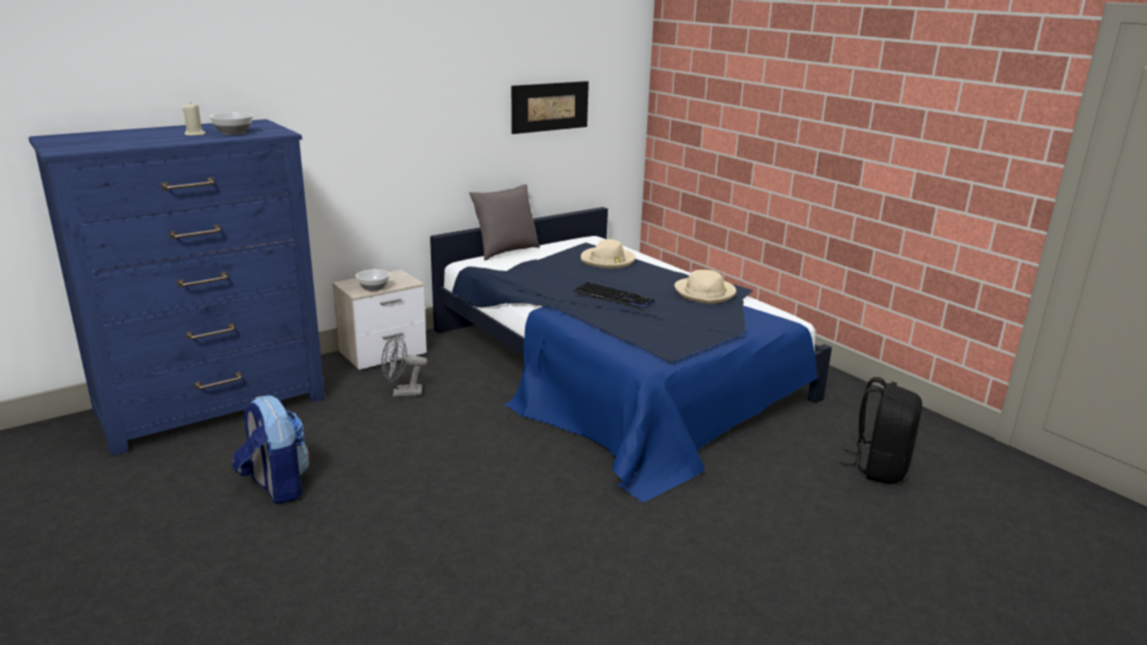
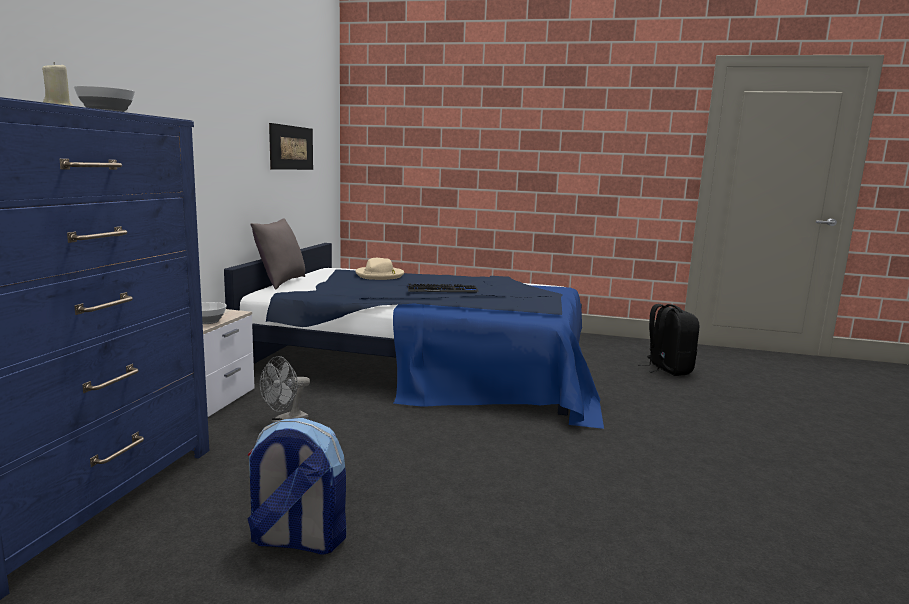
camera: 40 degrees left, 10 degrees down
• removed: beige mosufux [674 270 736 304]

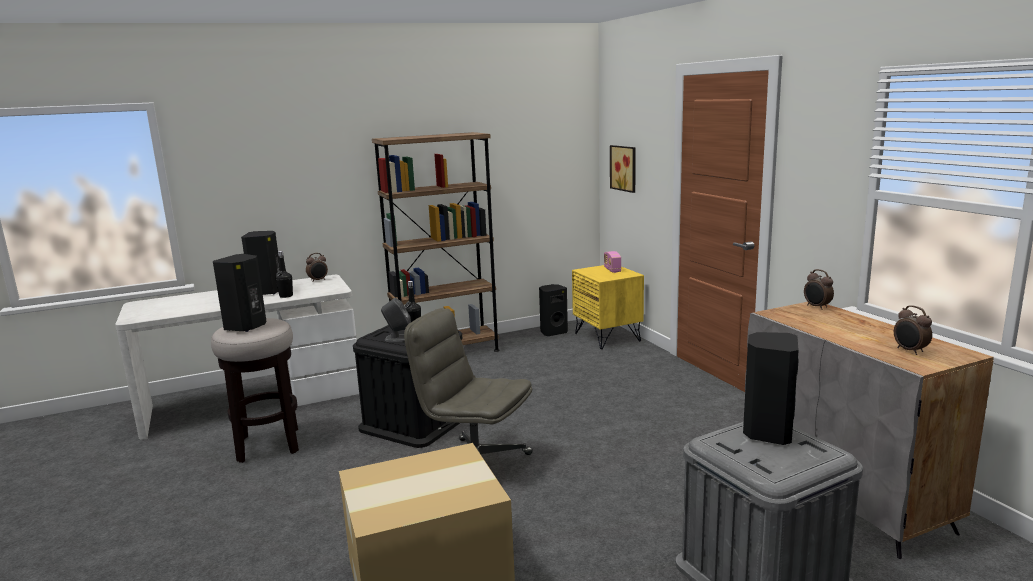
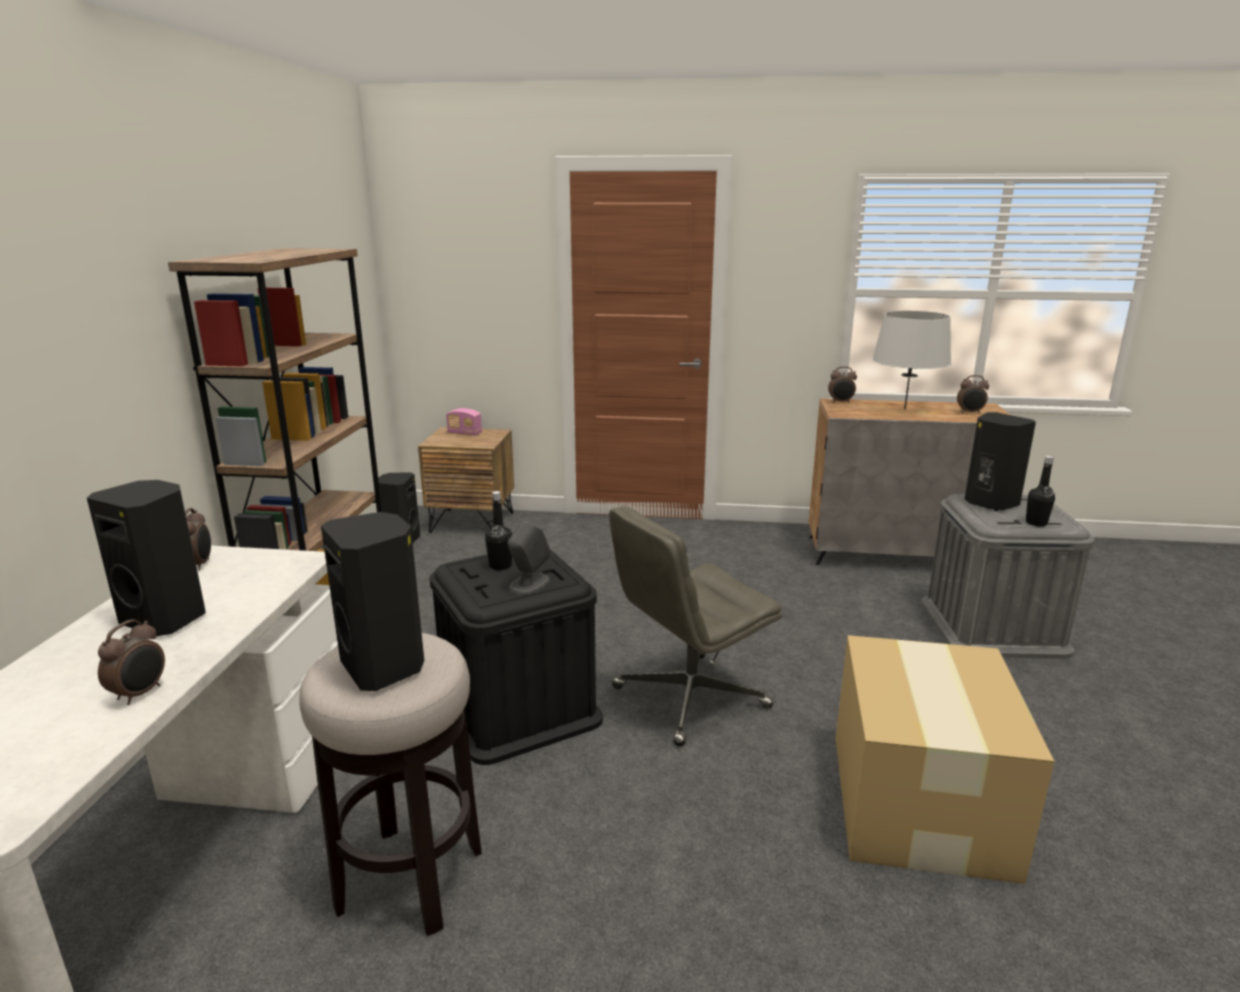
camera: 60 degrees left, 5 degrees up
• added: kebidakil [98 619 165 705]
• recoloured: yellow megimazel [572 265 644 349] to brown megimazel [418 427 514 533]
• added: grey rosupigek [872 311 951 410]
• moved: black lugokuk [276 251 293 298] to [1026 456 1055 527]
• removed: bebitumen [610 145 636 193]

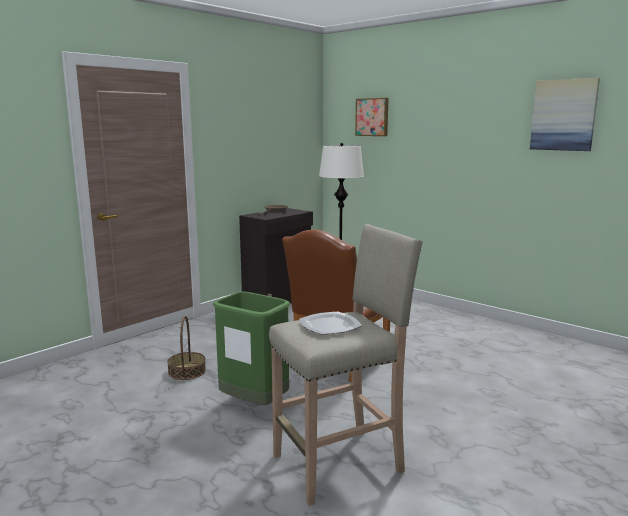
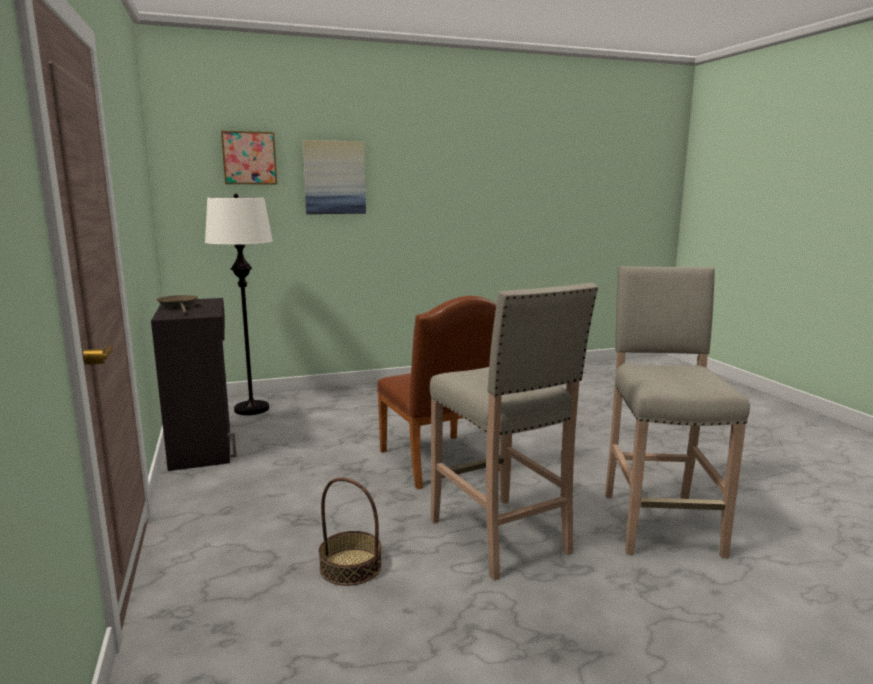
camera: 60 degrees left, 0 degrees up
• moved: bebitumen [530 78 600 151] to [303 140 366 214]
• replaced: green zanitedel [213 291 290 405] to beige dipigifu [430 283 598 581]
• removed: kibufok [299 312 362 335]

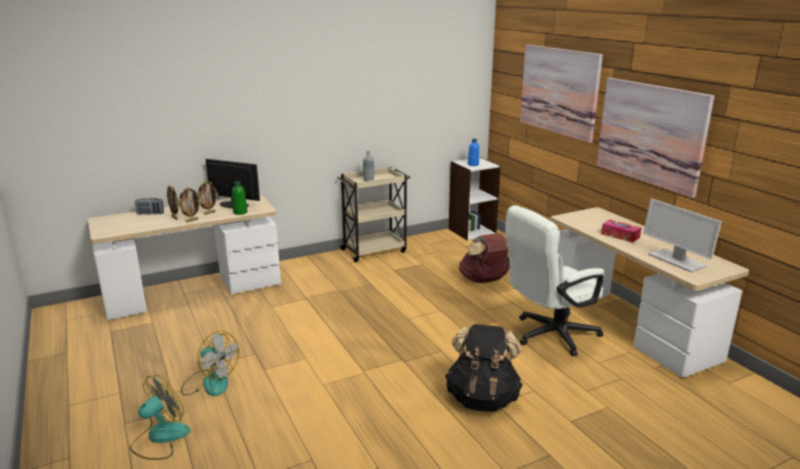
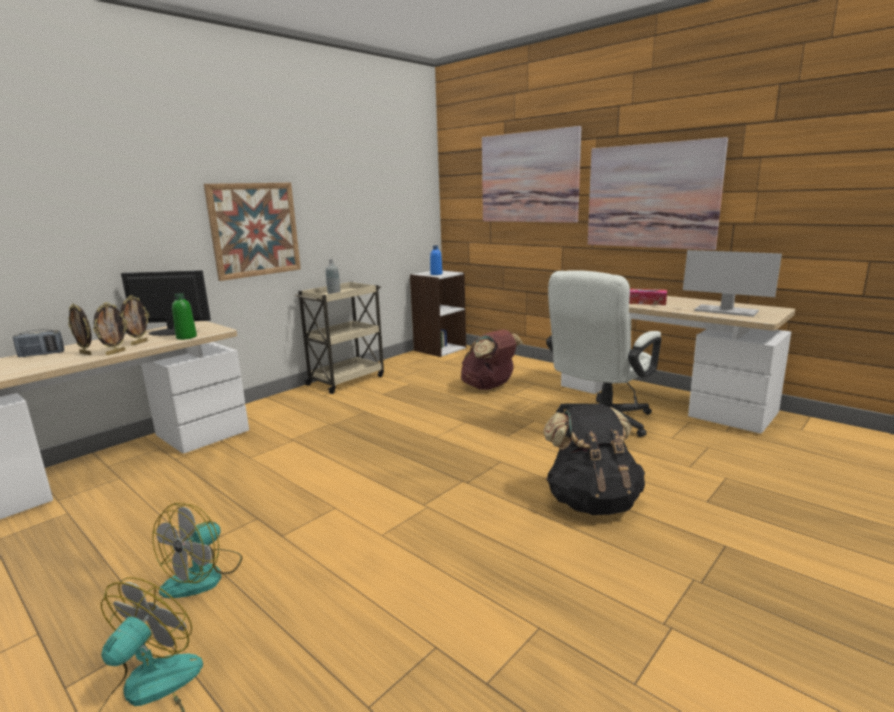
camera: 20 degrees left, 5 degrees down
• turned: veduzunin [181 330 239 396] = [152 503 242 598] 105 degrees clockwise
• added: bebitumen [204 183 301 281]

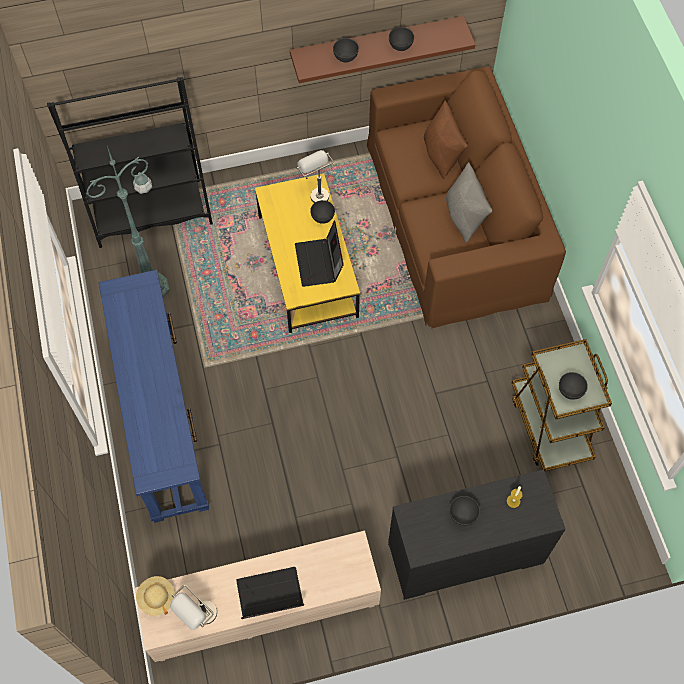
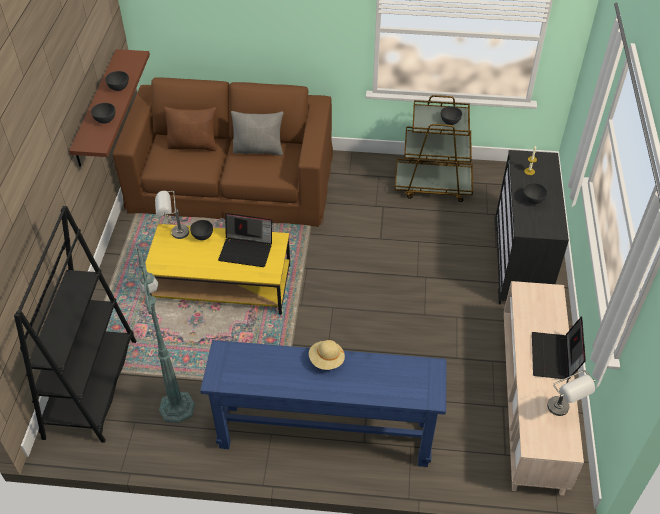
camera: 70 degrees left, 15 degrees down
• moved: beige mosufux [136 576 175 616] to [309 340 345 370]

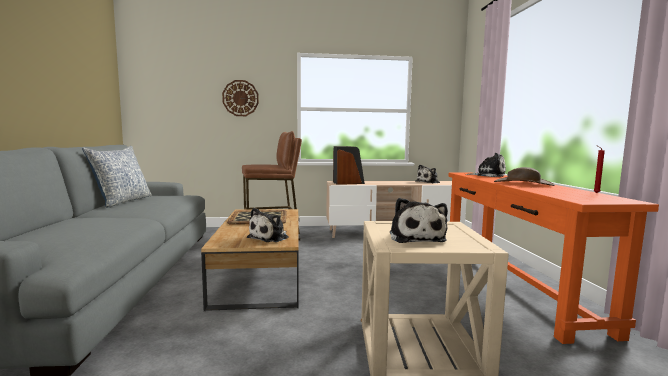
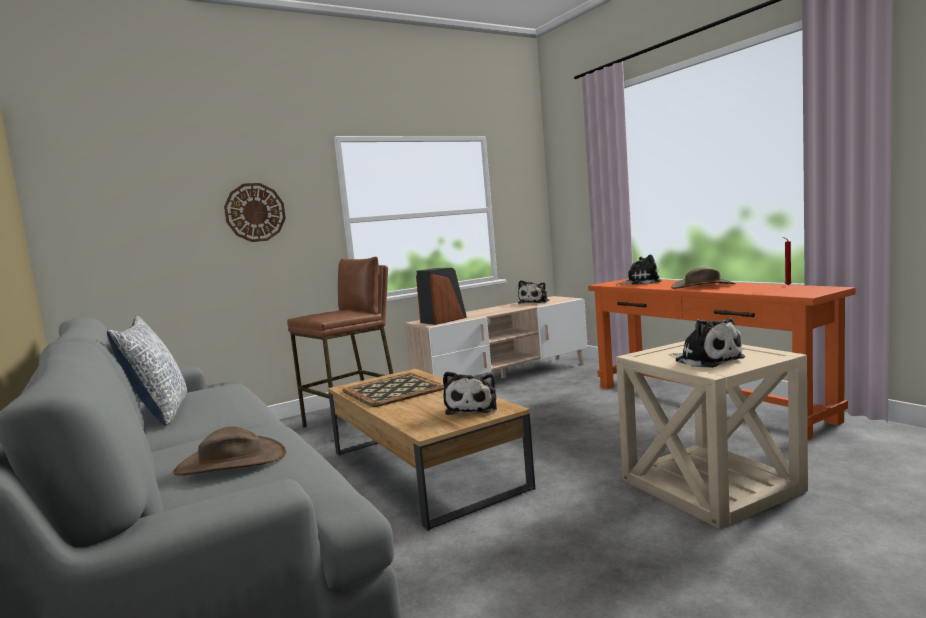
camera: 25 degrees left, 0 degrees up
• added: brown mosufux [173 426 286 475]

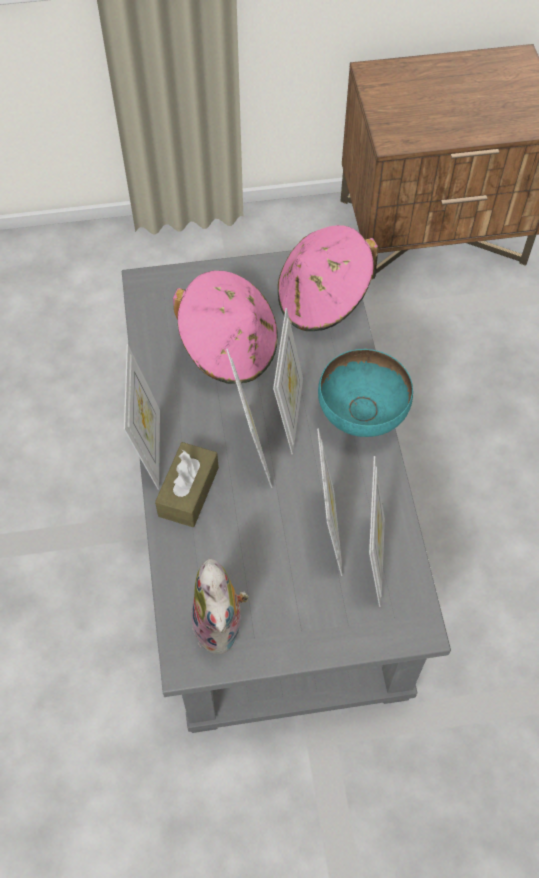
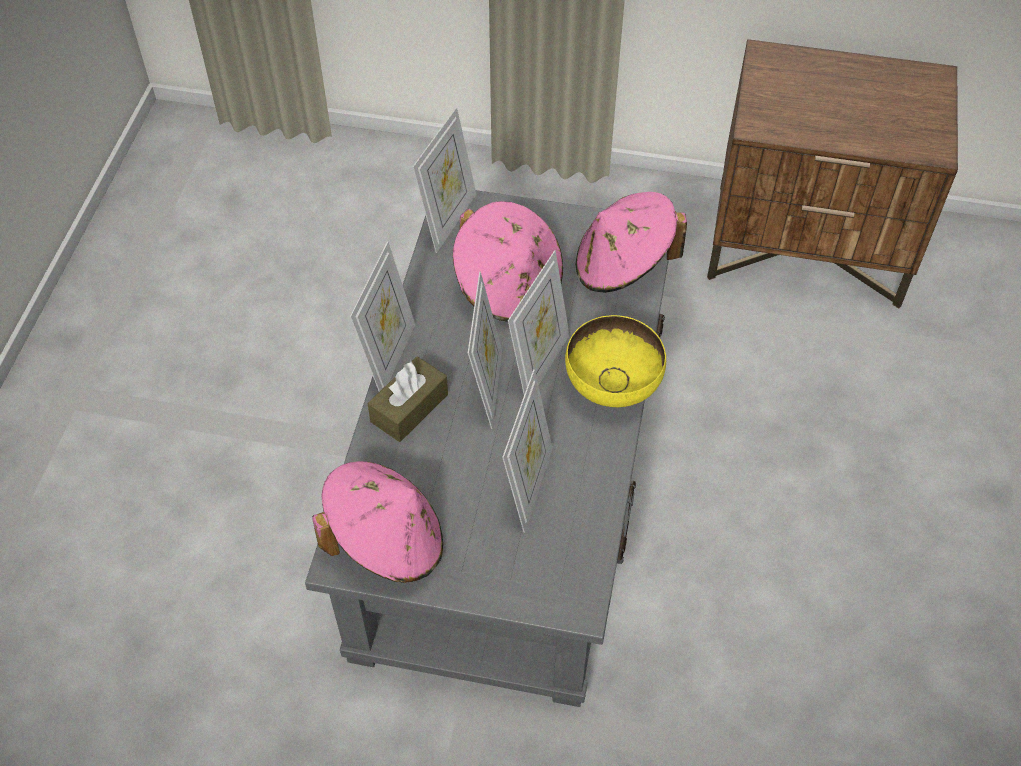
camera: 20 degrees right, 5 degrees down
• replaced: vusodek [190 559 249 654] to pink mosufux [312 461 443 583]
• moved: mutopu [369 456 385 607] to [413 107 476 253]
• recoloured: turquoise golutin [318 349 413 437] to yellow golutin [565 315 666 407]

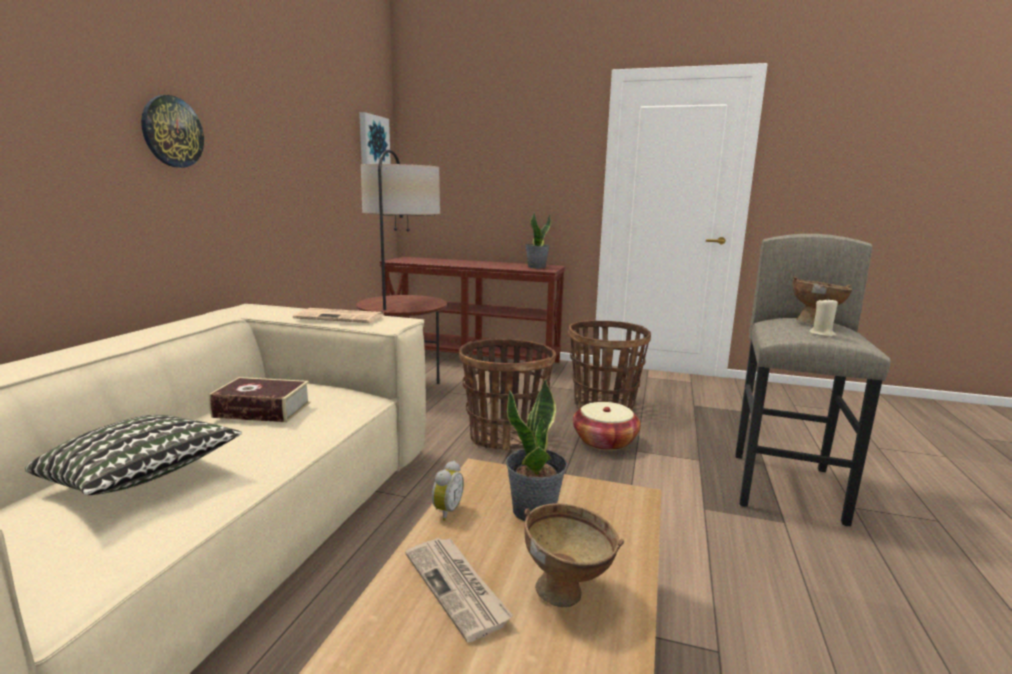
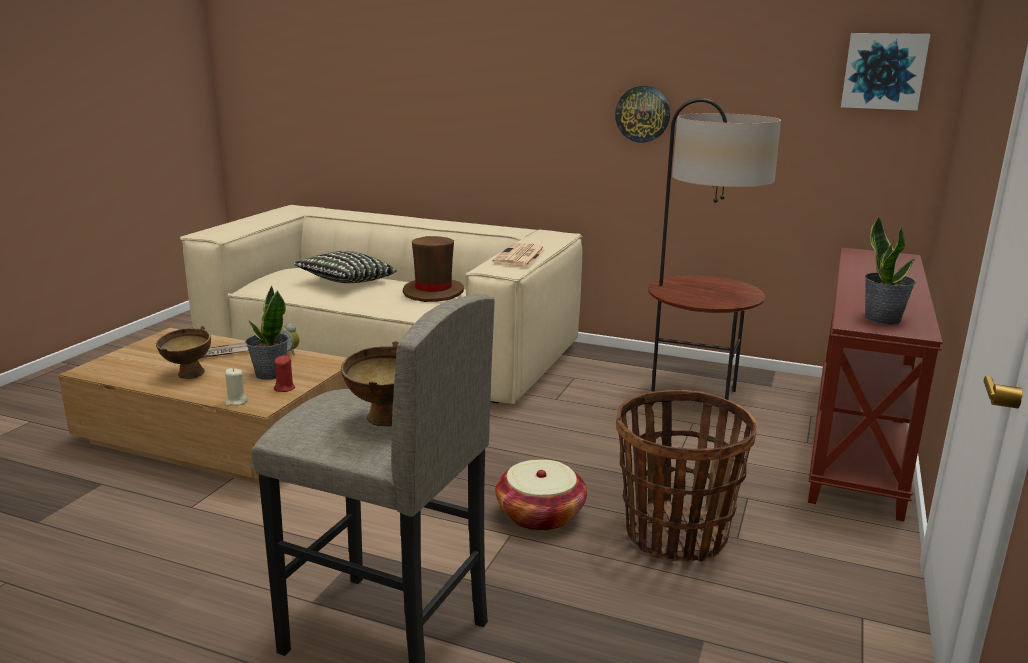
camera: 95 degrees right, 5 degrees up
• moved: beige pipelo [809 297 838 337] to [225 368 248 406]
• added: red pipelo [274 356 295 392]
• replaced: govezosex [208 377 311 422] to brown mosufux [403 236 464 302]
• moved: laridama [141 95 204 168] to [615 86 670 143]
• removed: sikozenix [459 338 556 450]

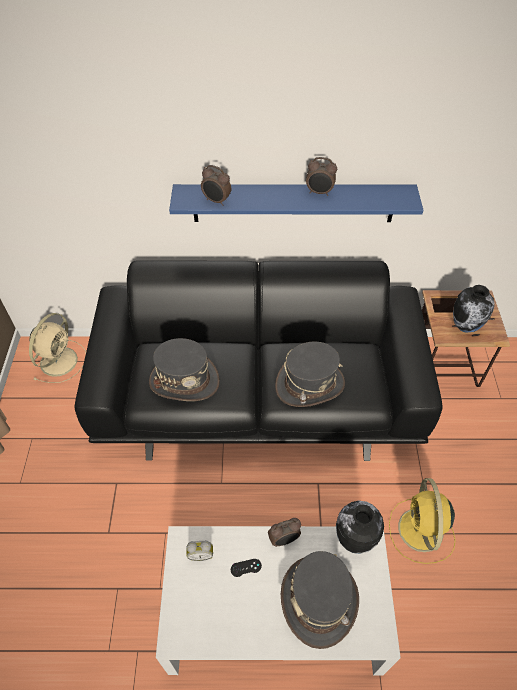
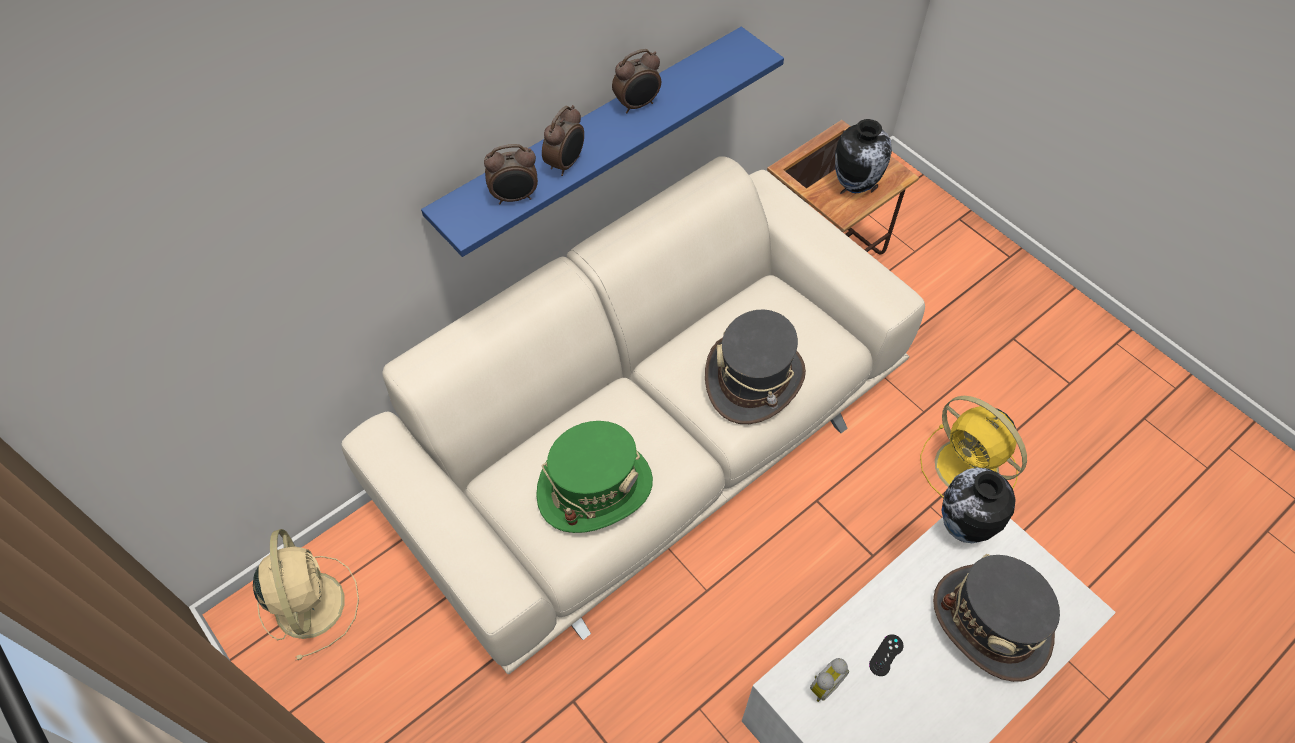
camera: 40 degrees left, 5 degrees up
• recoloured: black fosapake [75 261 443 461] to beige fosapake [341 156 925 674]
• recoloured: grey mosufux [149 338 220 401] to green mosufux [536 421 653 533]
• moved: kebidakil [268 518 301 547] to [542 105 584 176]

